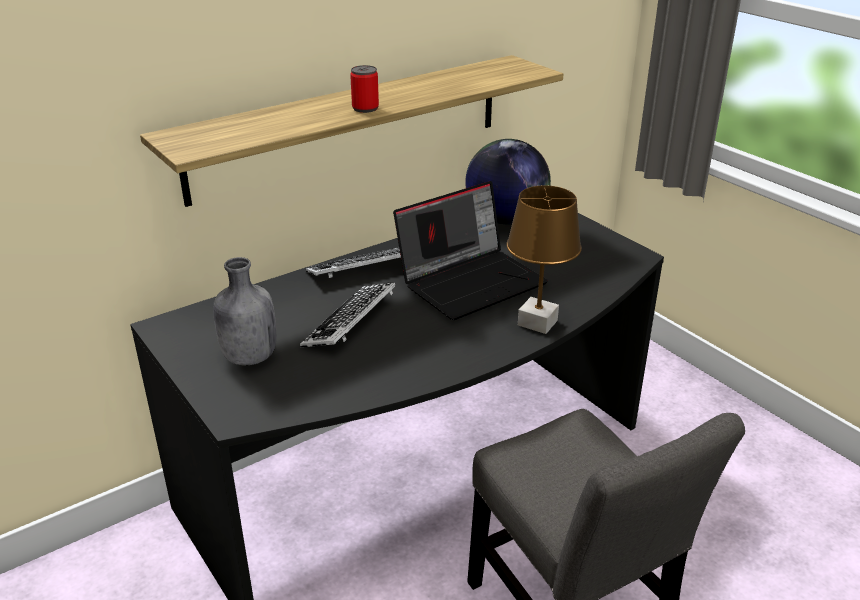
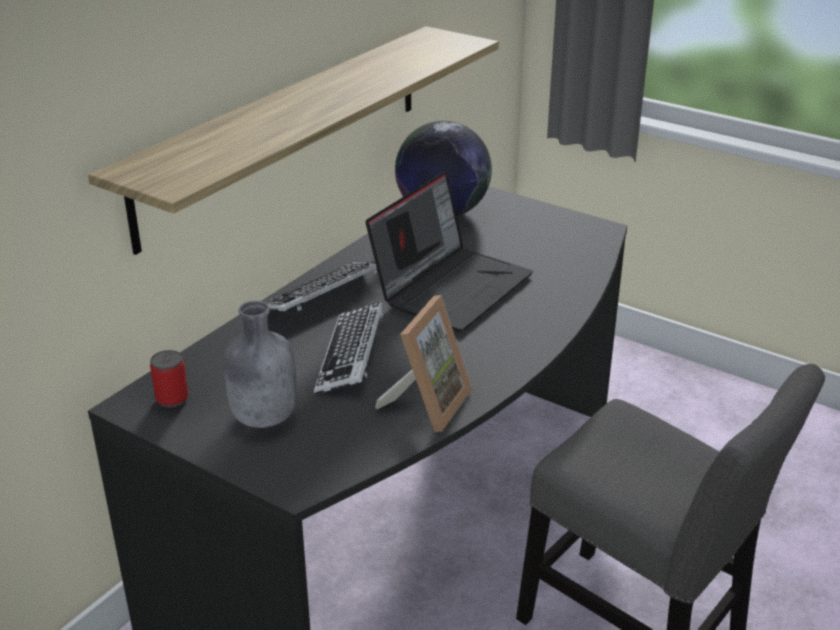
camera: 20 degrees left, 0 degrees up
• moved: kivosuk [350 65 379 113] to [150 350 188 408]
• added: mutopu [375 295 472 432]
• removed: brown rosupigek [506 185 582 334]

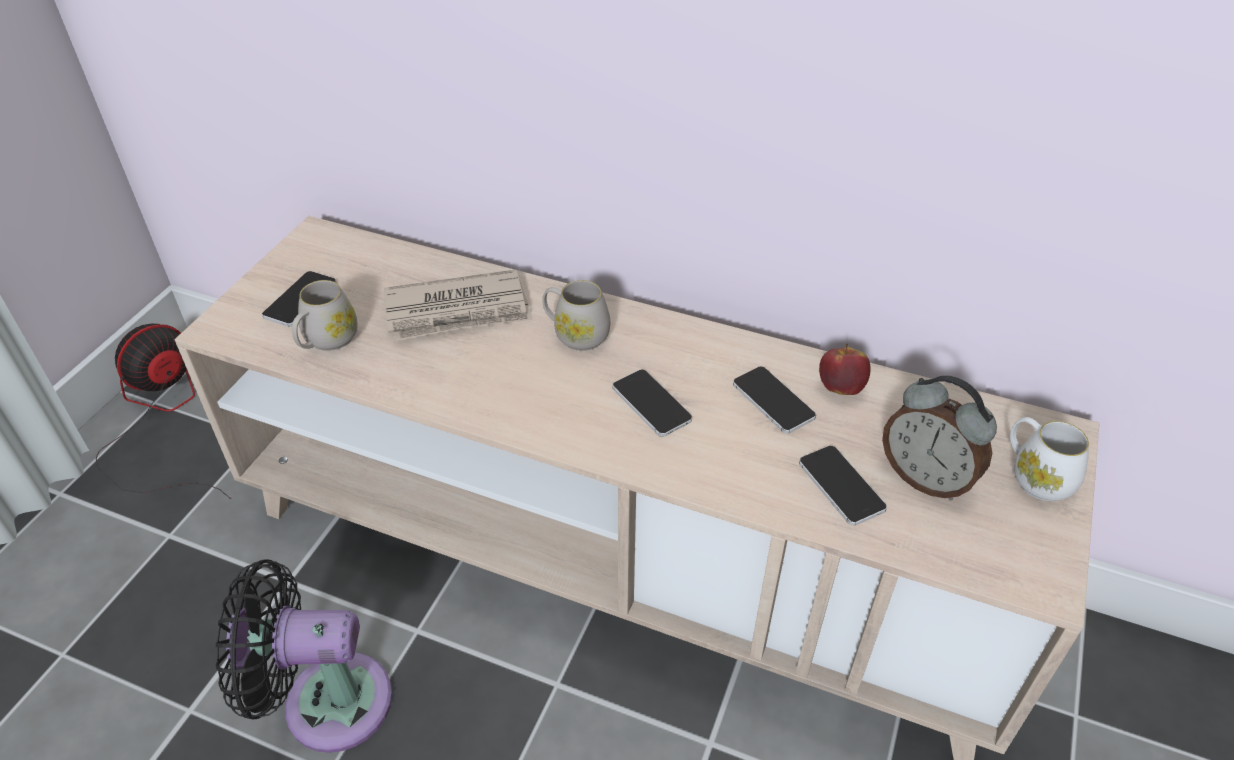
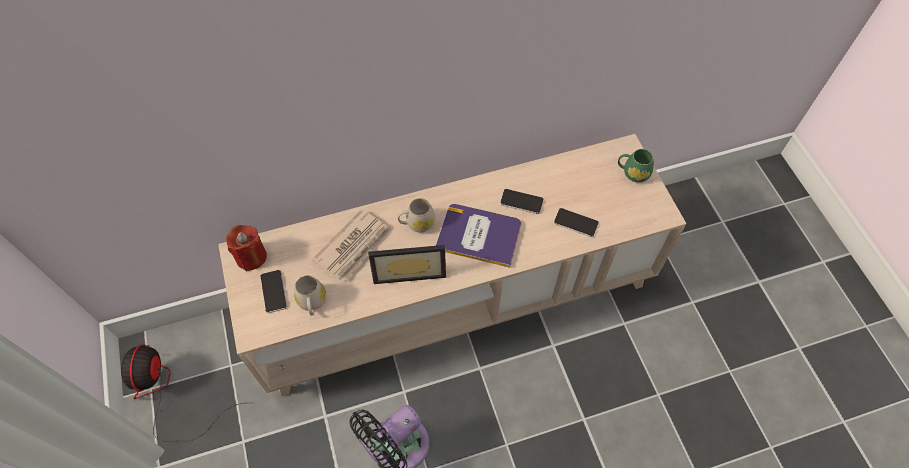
camera: 40 degrees left, 15 degrees up
• added: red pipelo [226 225 267 271]
• added: mutopu [368 245 446 284]
• replaced: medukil [612 369 692 437] to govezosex [436 204 521 268]
• recoloured: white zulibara [1010 417 1089 501] to green zulibara [618 149 654 182]
• removed: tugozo [819 344 871 395]
• removed: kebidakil [882 375 997 501]

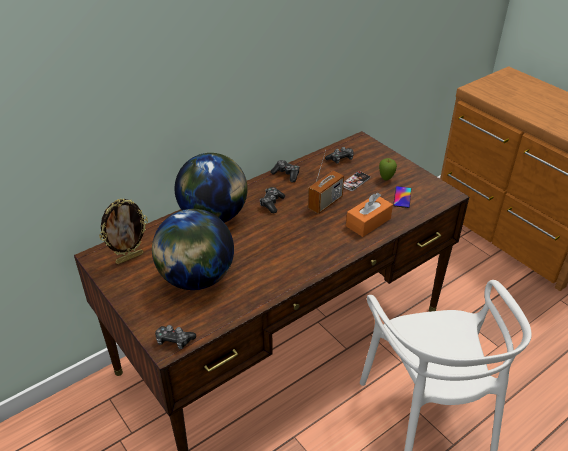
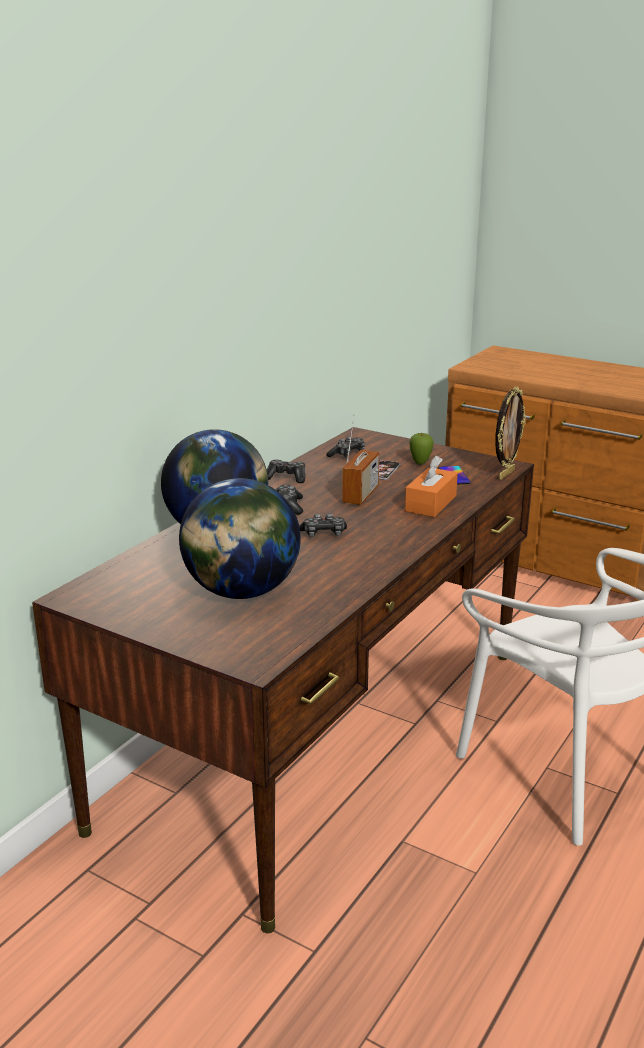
camera: 20 degrees left, 15 degrees down
• moved: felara [155 325 196 349] to [299 513 347 537]
• moved: mutopu [99 199 148 264] to [495 386 526 480]

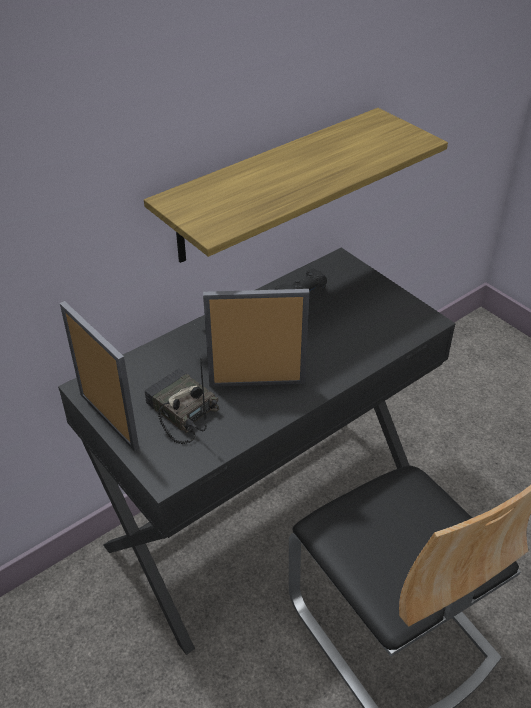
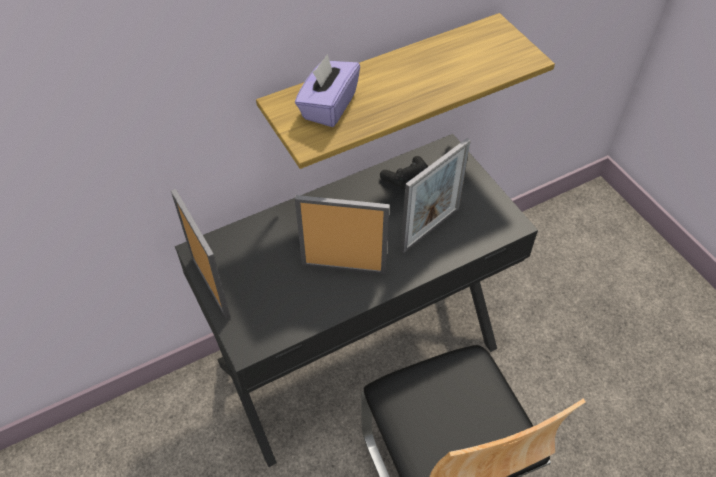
camera: 10 degrees right, 10 degrees up
• added: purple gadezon [295 54 360 127]
• added: mutopu [400 138 471 253]
• removed: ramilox [145 358 219 444]

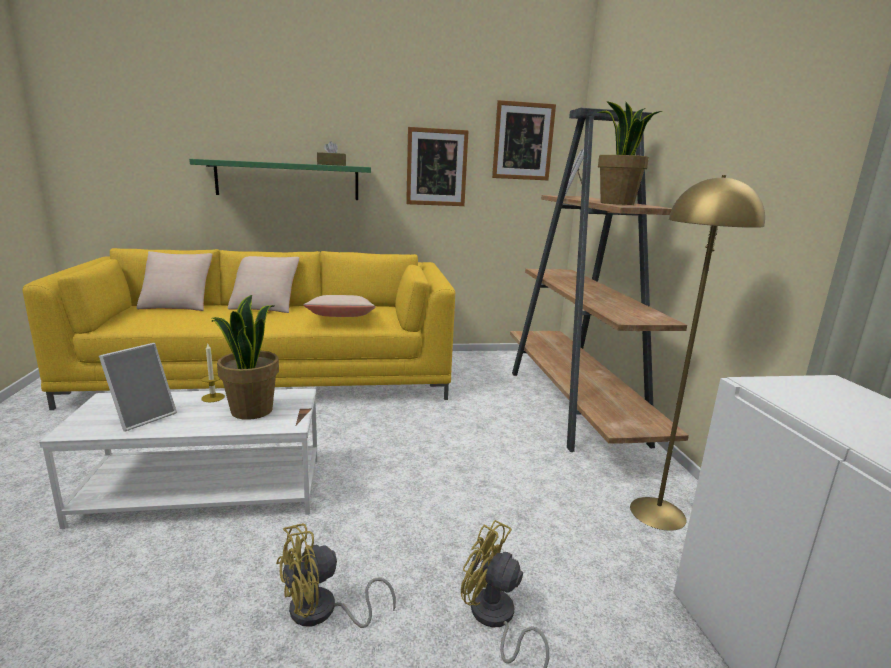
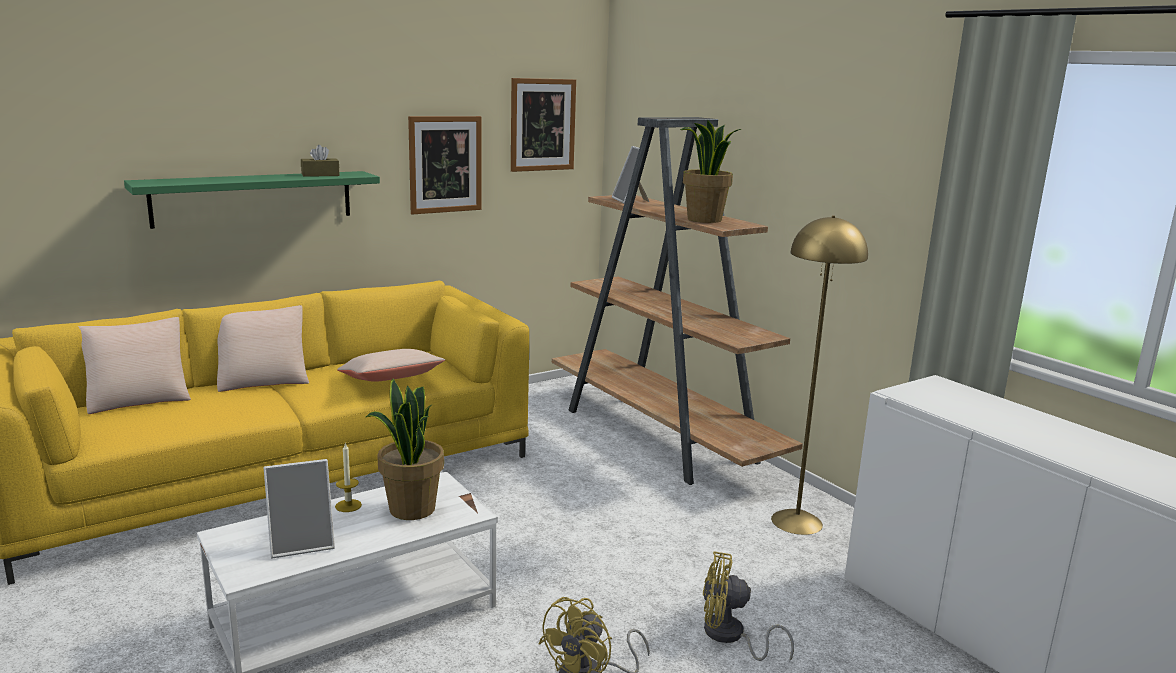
camera: 25 degrees left, 0 degrees up
• turned: mutopu [99 343 177 432] = [264 459 335 559] 60 degrees clockwise

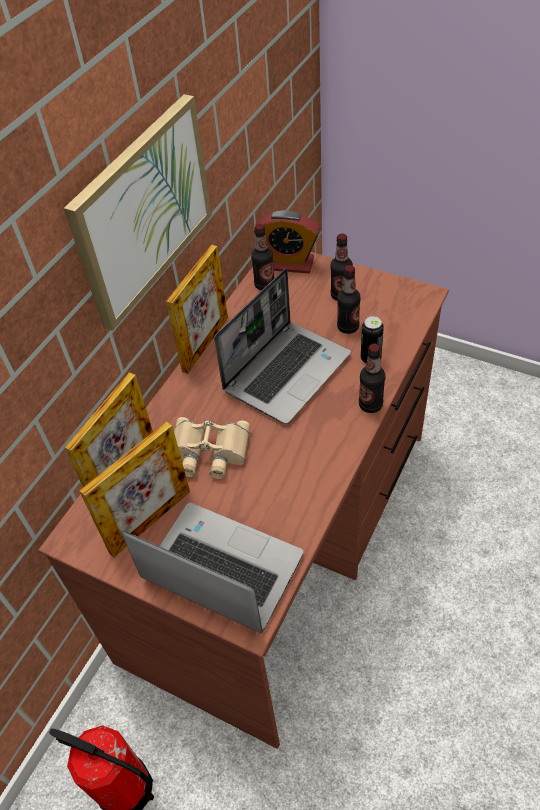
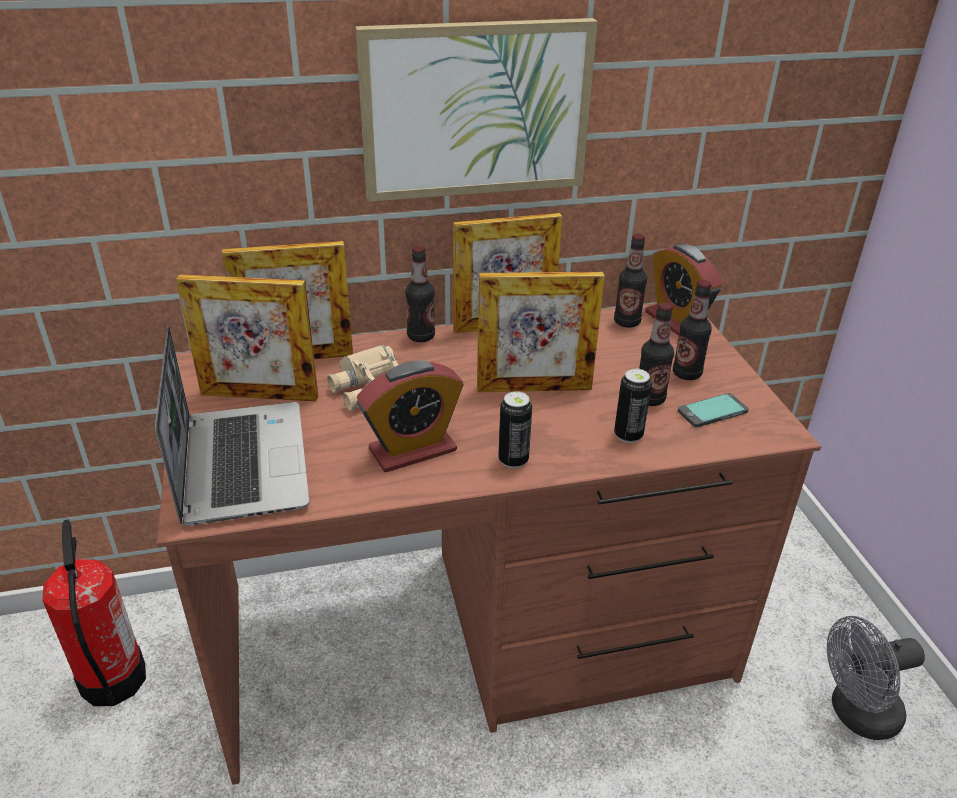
camera: 45 degrees right, 15 degrees down
• added: kebidakil [357 360 463 472]
• moved: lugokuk [359 344 386 413] to [405 246 435 342]
• replaced: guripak [214 268 351 424] to mutopu [477 272 605 392]
• added: kivosuk [498 391 532 468]
• added: medukil [678 393 749 428]
• added: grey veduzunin [827 616 925 740]

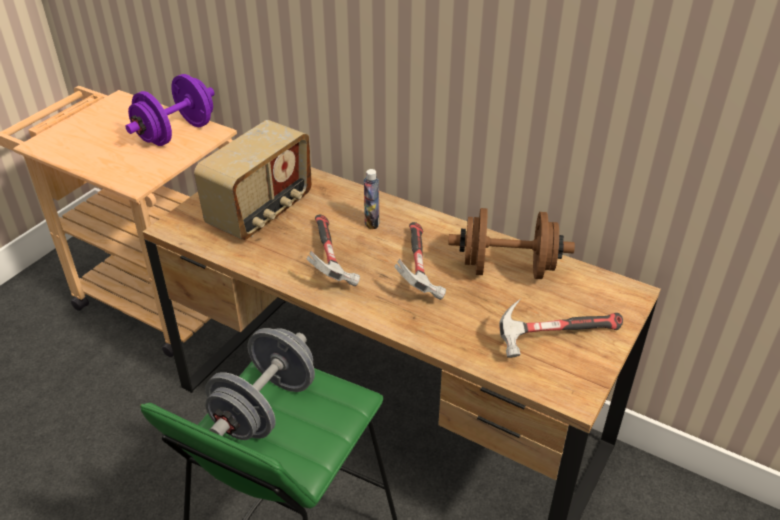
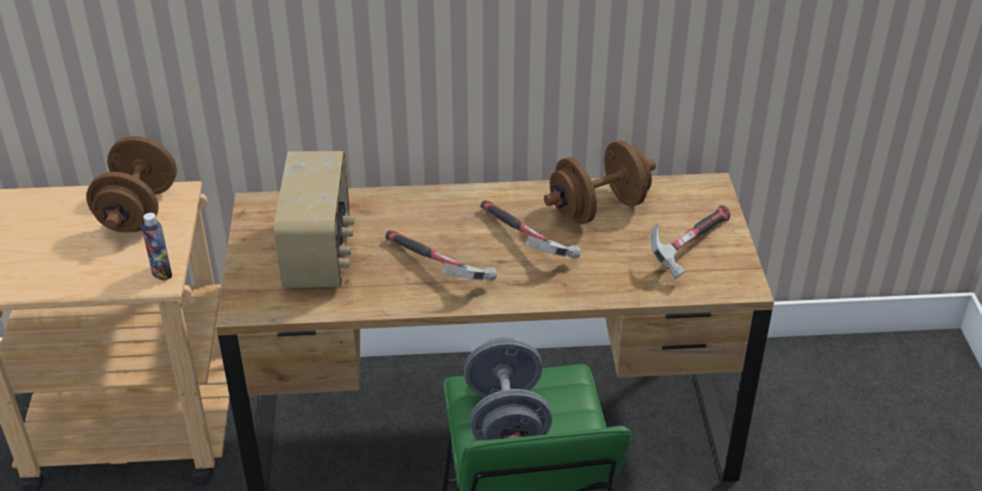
camera: 35 degrees left, 0 degrees up
• recoloured: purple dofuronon [126 74 215 146] to brown dofuronon [86 136 177 232]
• moved: lugokuk [364 169 379 229] to [141 213 172 281]

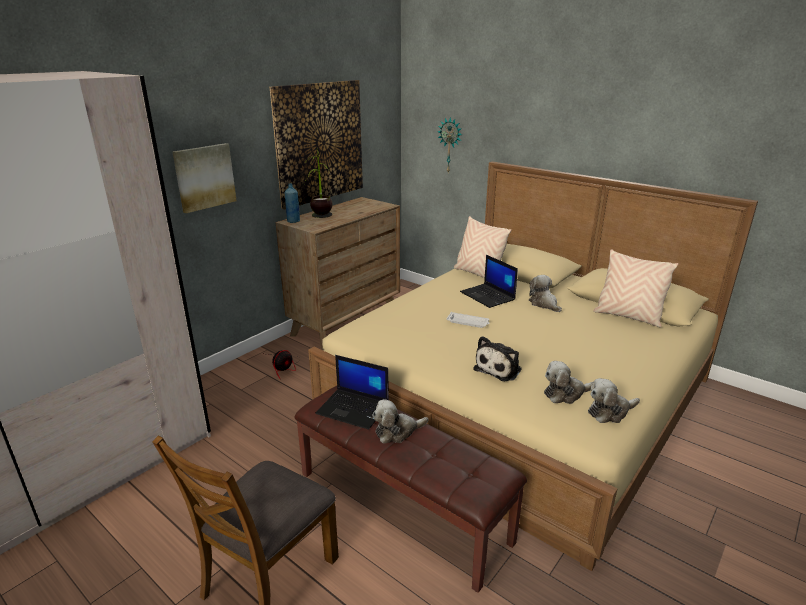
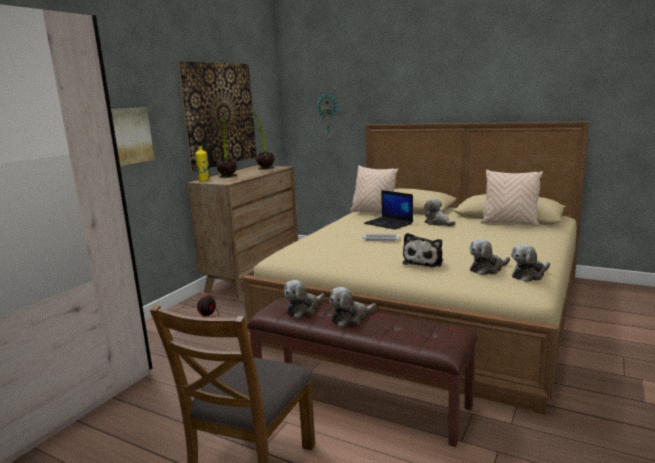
camera: 10 degrees left, 10 degrees down
• recoloured: blue lugokuk [285 184 300 223] to yellow lugokuk [195 146 210 182]
• added: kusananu [242 107 274 169]
• replaced: guripak [315 355 389 430] to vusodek [284 280 325 318]

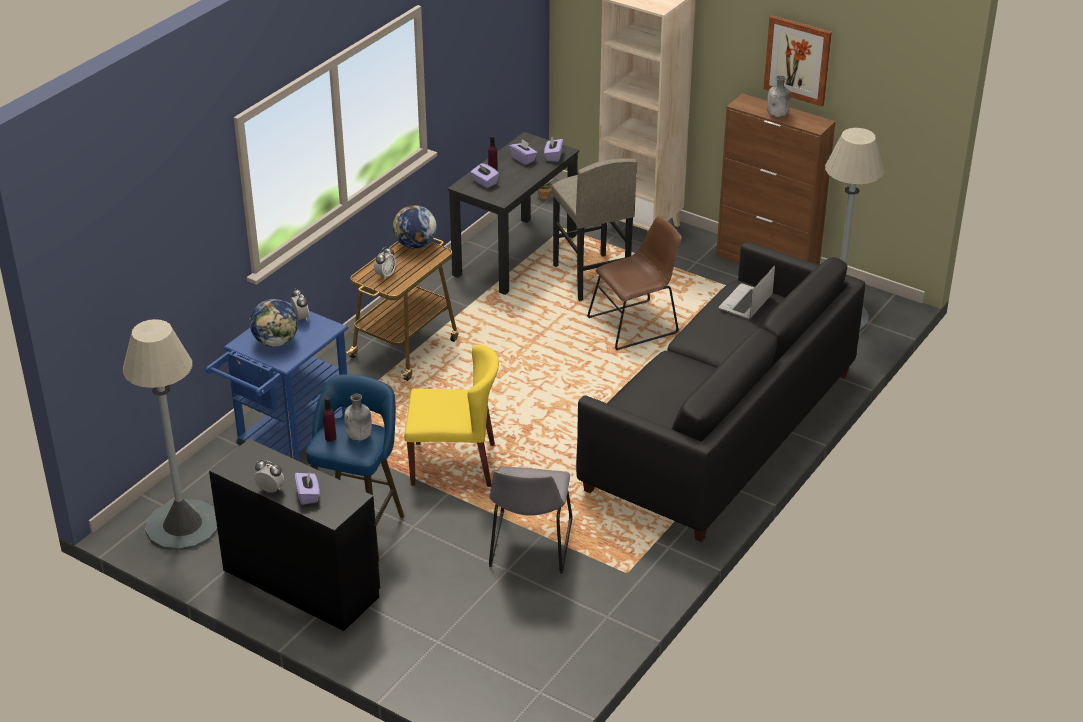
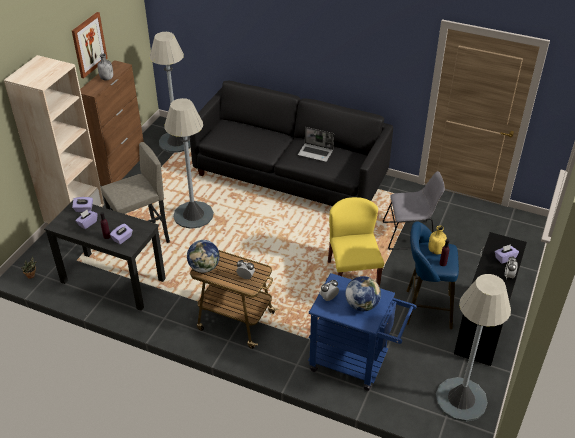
camera: 100 degrees left, 5 degrees up
• replaced: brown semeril [587 215 682 350] to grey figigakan [164 98 214 229]
• moved: guripak [719 266 775 319] to [298 127 334 162]
• recoloured: grey lugokuk [344 394 372 441] to yellow lugokuk [428 225 447 255]

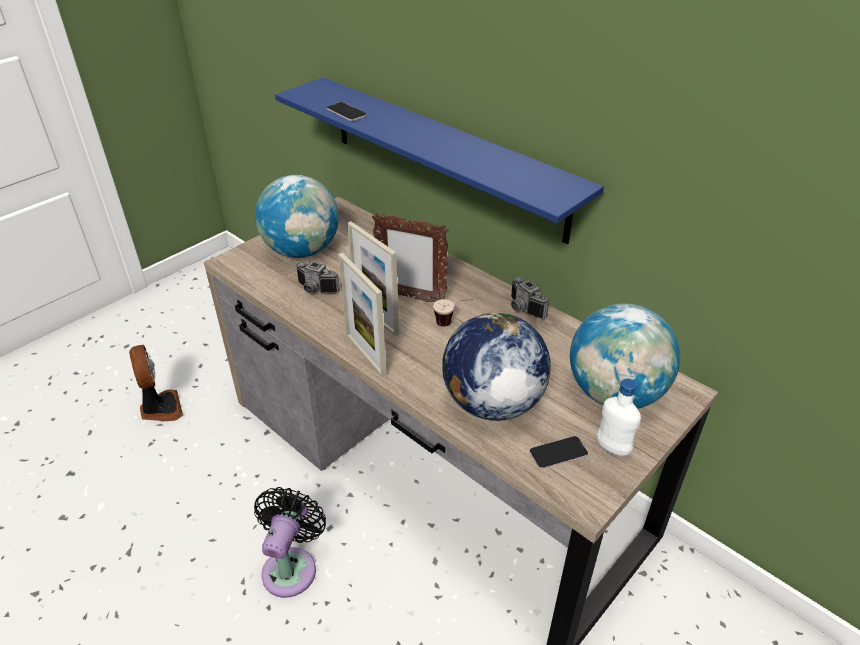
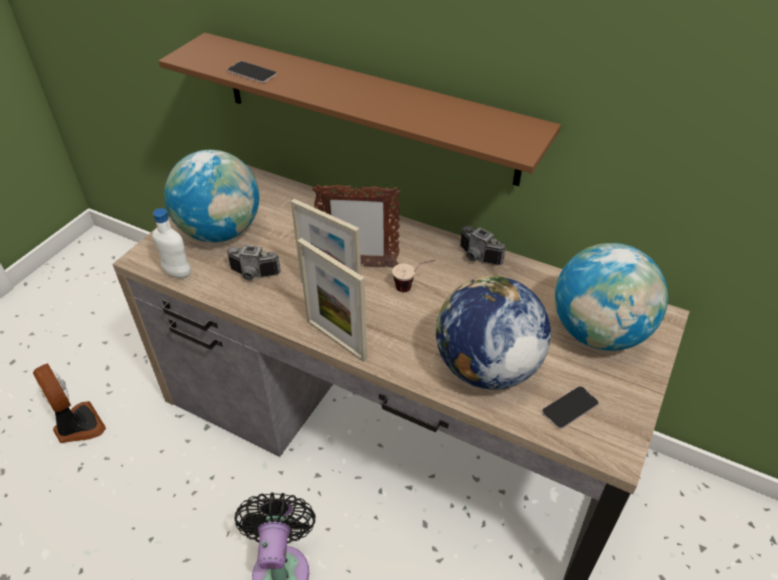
camera: 15 degrees left, 5 degrees up
• moved: white lugokuk [596 378 641 457] to [152 208 191 278]
• recoloured: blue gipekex [275 77 604 244] to brown gipekex [159 33 561 186]

